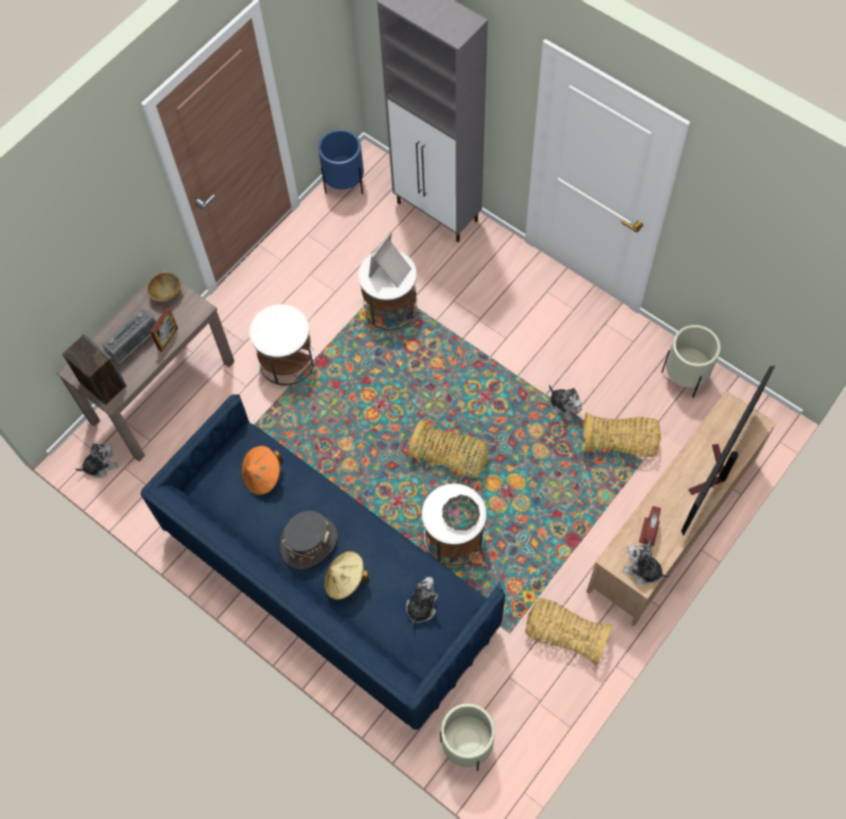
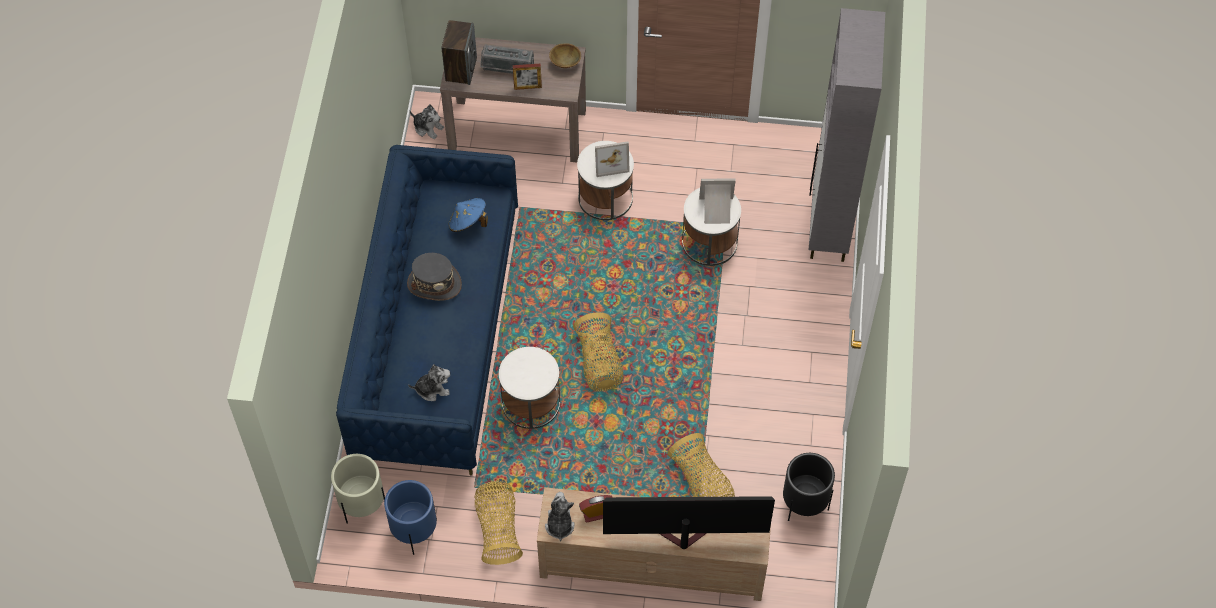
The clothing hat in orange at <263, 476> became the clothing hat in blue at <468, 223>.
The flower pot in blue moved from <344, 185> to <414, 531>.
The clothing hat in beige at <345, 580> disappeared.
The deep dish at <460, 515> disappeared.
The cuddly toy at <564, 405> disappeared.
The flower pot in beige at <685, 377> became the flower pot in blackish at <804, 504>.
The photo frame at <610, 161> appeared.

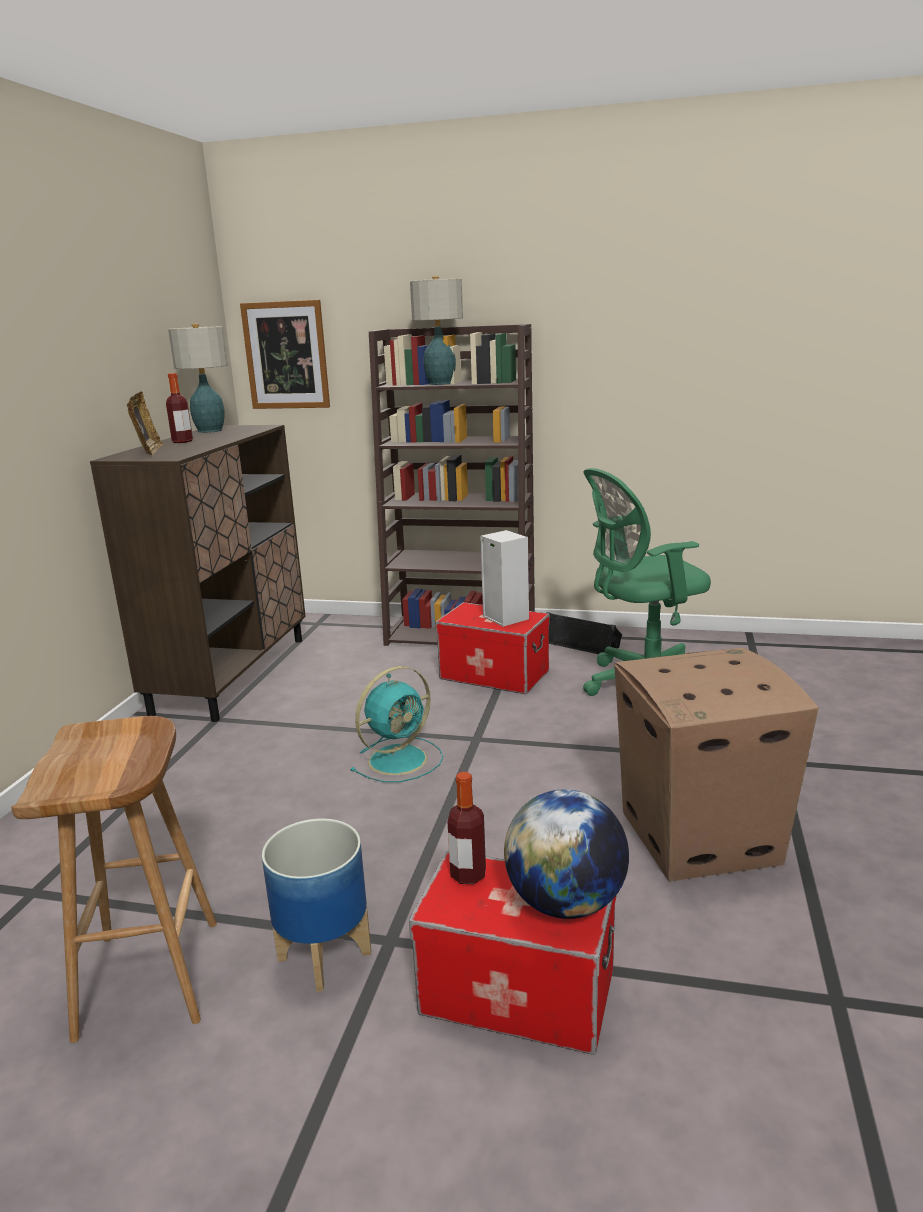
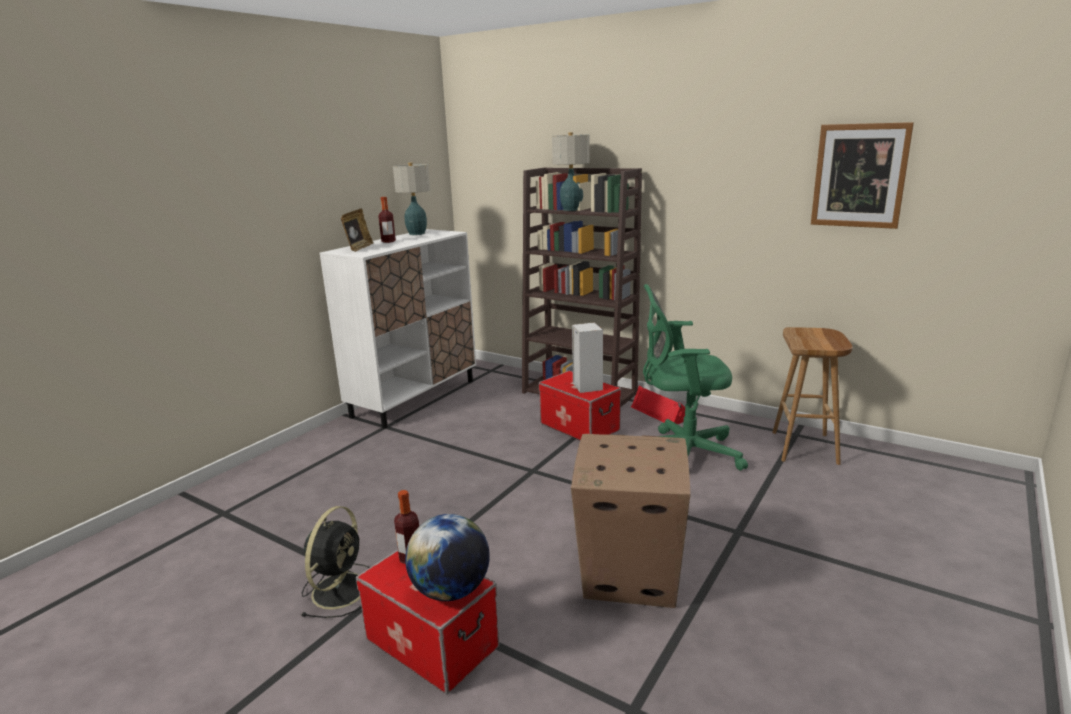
The sitting stool in brownish moved from <150, 979> to <805, 448>.
The cupboard in brownish at <232, 674> became the cupboard in white-coloured at <415, 398>.
The wall art moved from <286, 355> to <859, 176>.
The flower pot at <323, 955> was replaced by the cooling fan in blackish at <341, 589>.
The cooling fan in turquoise at <400, 759> disappeared.
The audio speaker in blackish at <581, 643> became the audio speaker in reddish at <660, 413>.

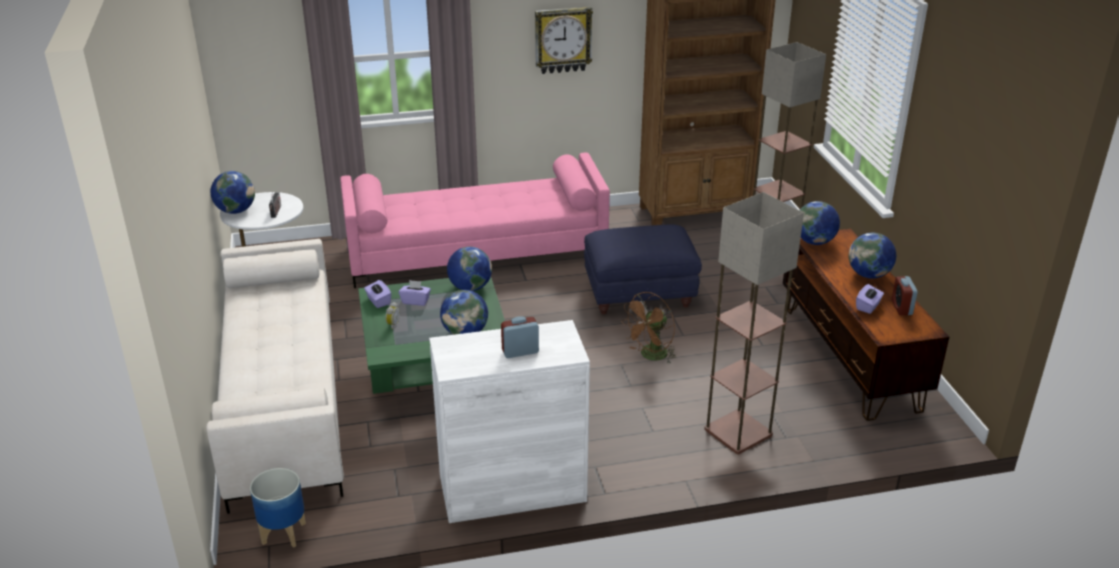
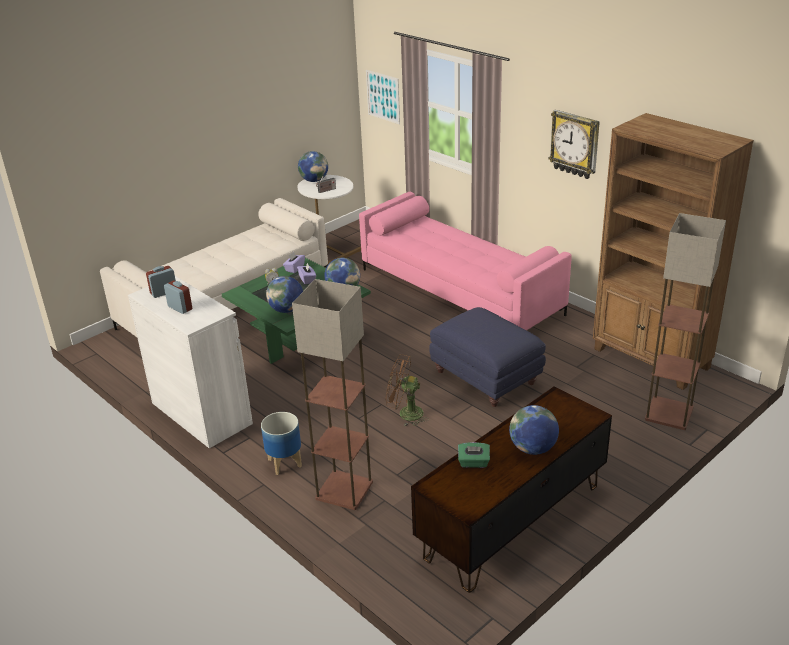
The flower pot moved from <283, 533> to <284, 462>.
The desk globe at <814, 242> disappeared.
The tissue box in purple-coloured at <868, 306> became the tissue box in greenish at <473, 463>.
The alarm clock moved from <901, 308> to <163, 292>.
The wall art at <383, 96> appeared.

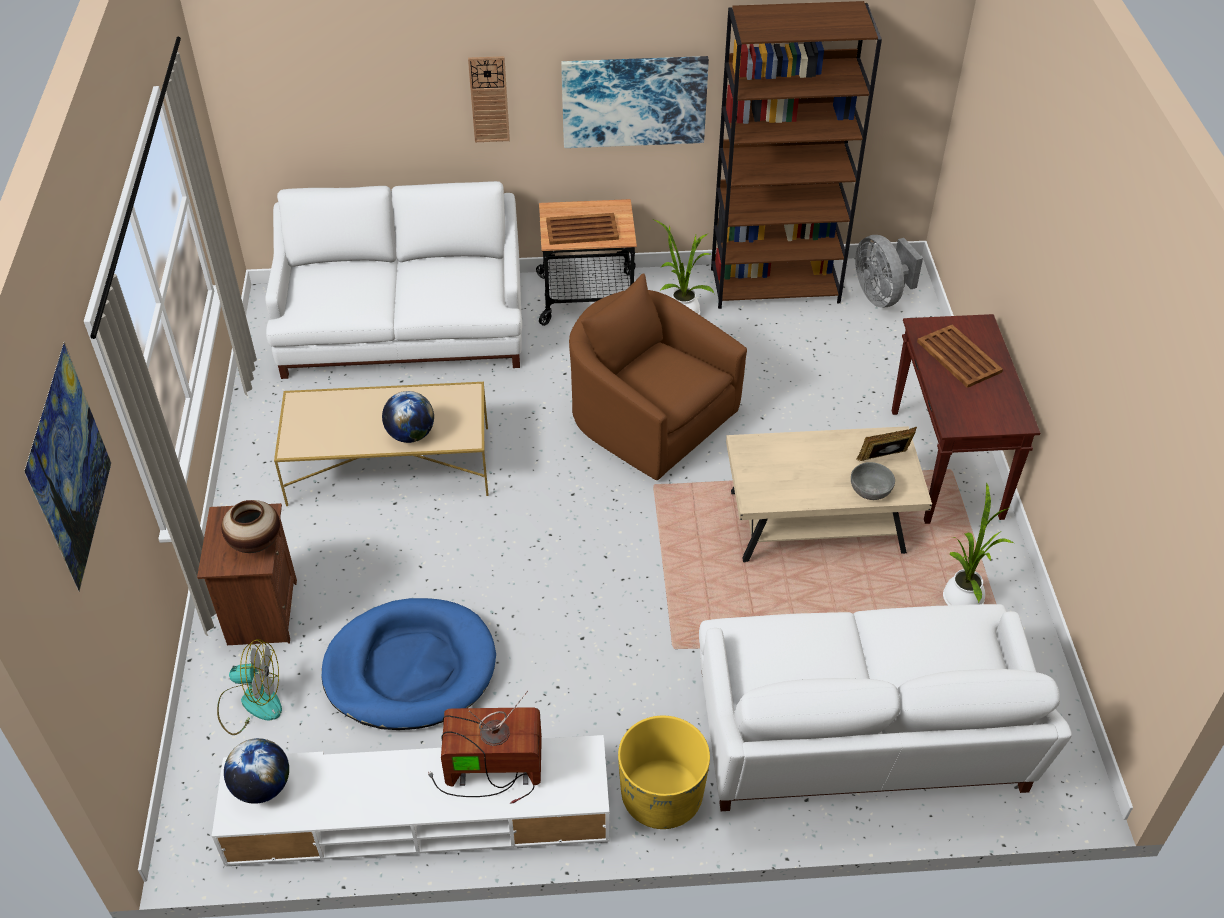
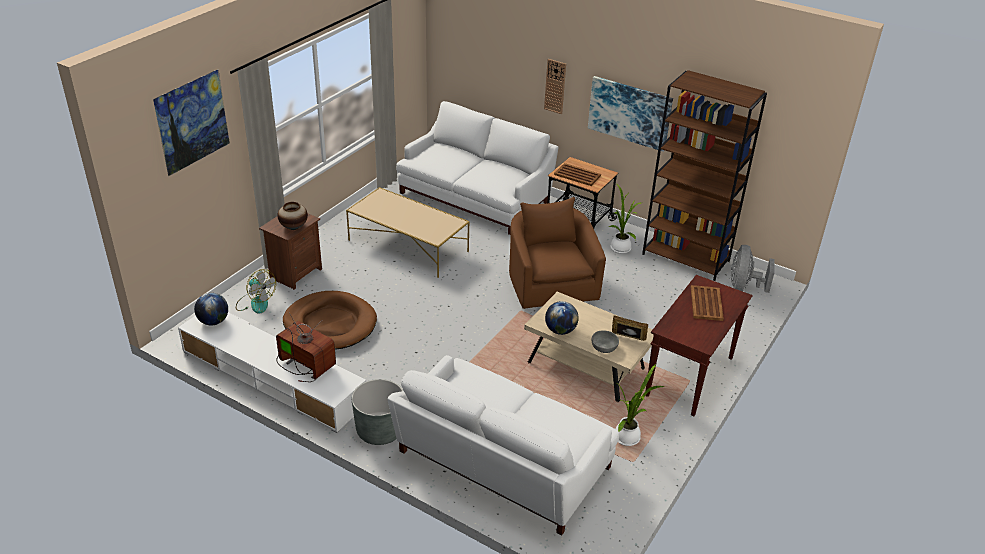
The pet bed in blue at <410, 668> became the pet bed in brownish at <330, 324>.
The desk globe moved from <410, 435> to <560, 330>.
The flower pot in yellow-coloured at <661, 797> became the flower pot in greyish at <380, 430>.

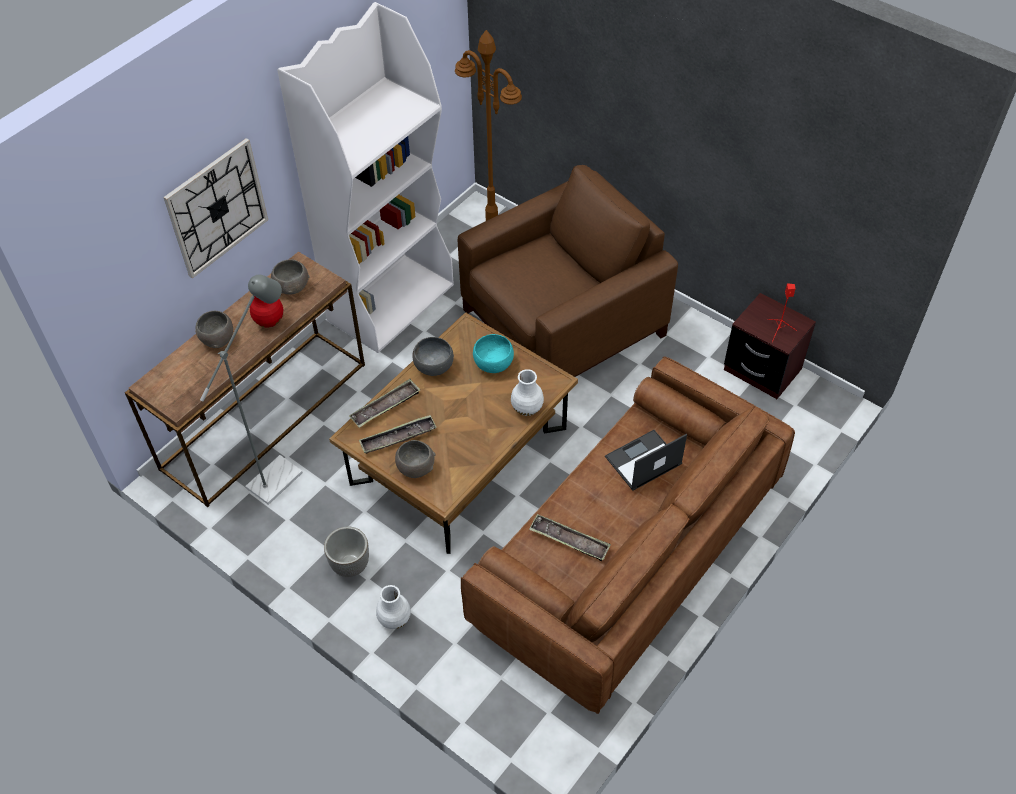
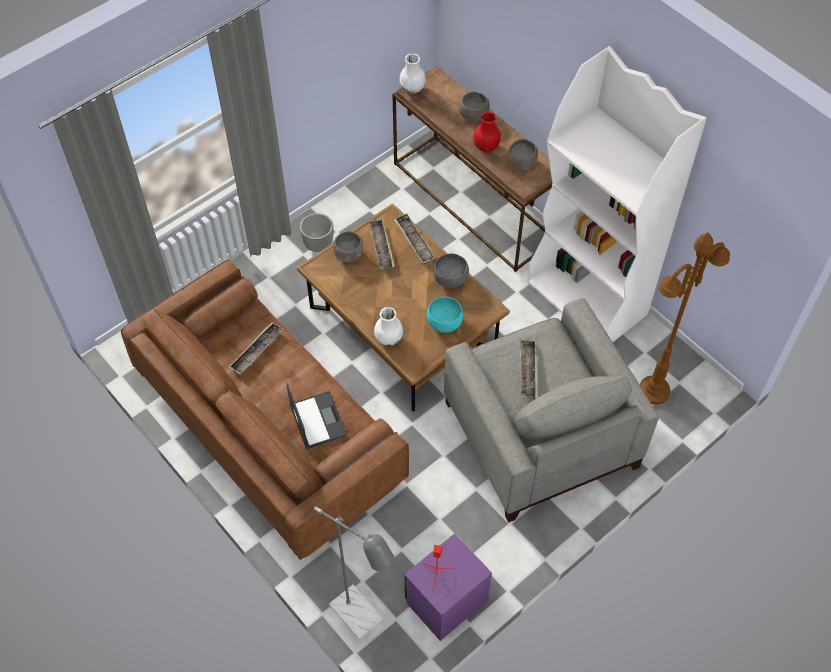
The clock on the wall at <217, 208> disappeared.
The standing lamp in greyish moved from <281, 473> to <362, 619>.
The vase in white-coloured moved from <395, 619> to <412, 89>.
The easy chair in brownish at <562, 324> became the easy chair in greyish at <538, 432>.
The nightstand in brownish at <762, 370> became the nightstand in purple-coloured at <446, 601>.
The tray at <528, 370> appeared.

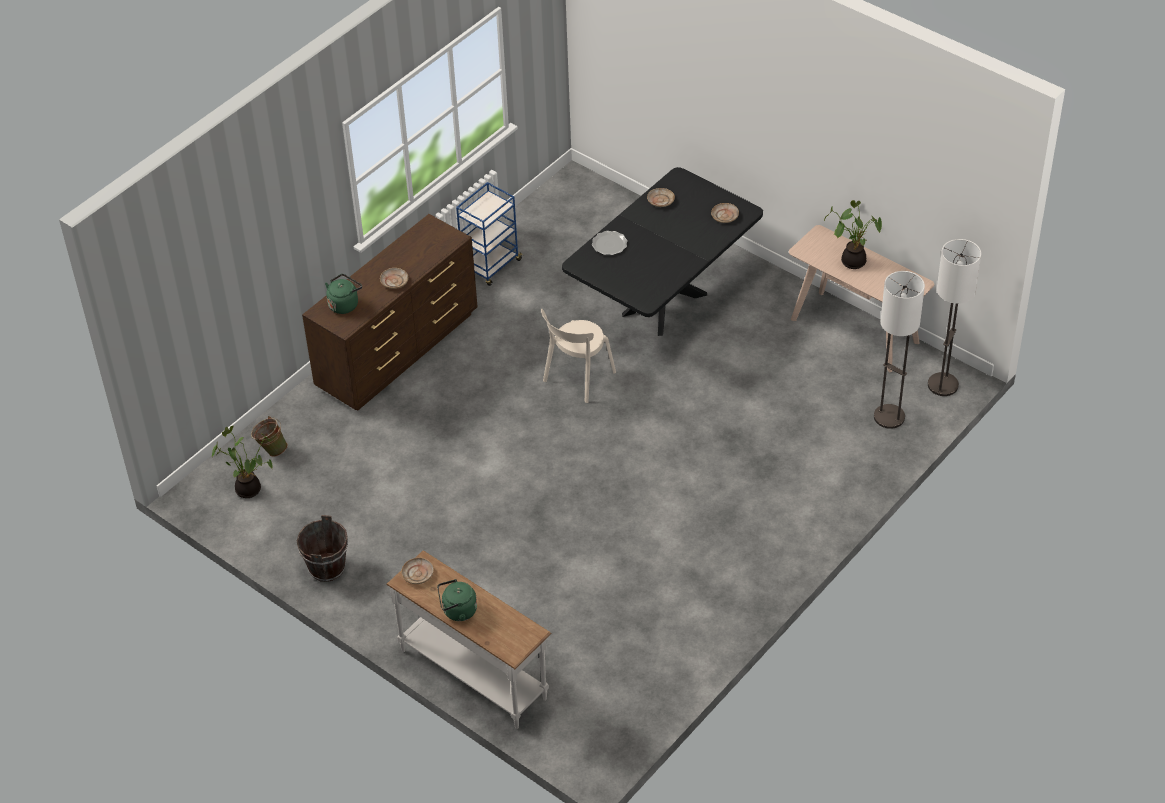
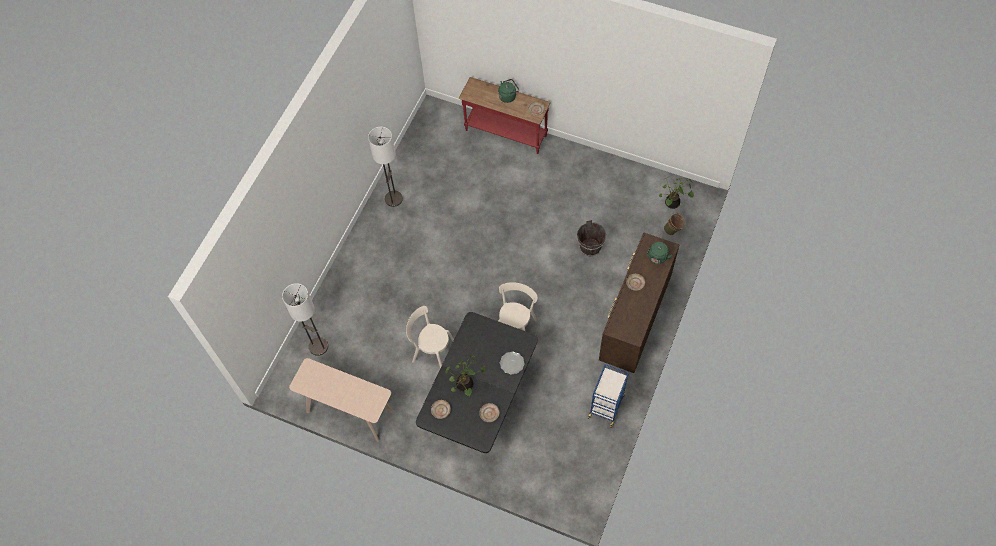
The bucket in brownish moved from <327, 568> to <590, 247>.
The narrow table in white-coloured at <474, 673> became the narrow table in reddish at <505, 134>.
The houseplant moved from <852, 260> to <465, 386>.
The standing lamp moved from <943, 385> to <393, 198>.
The chair in beige at <431, 351> appeared.

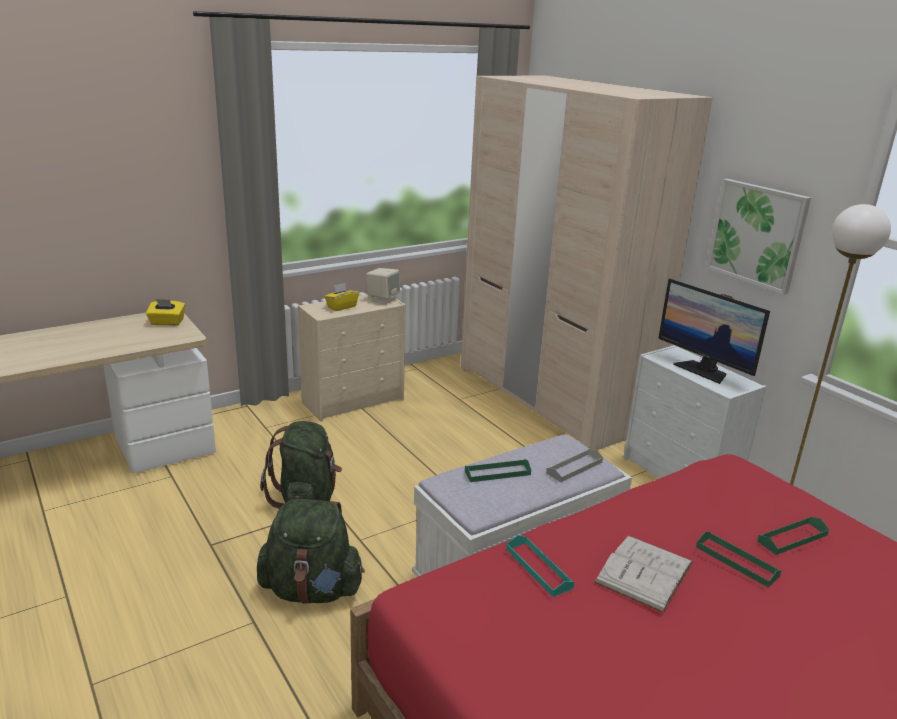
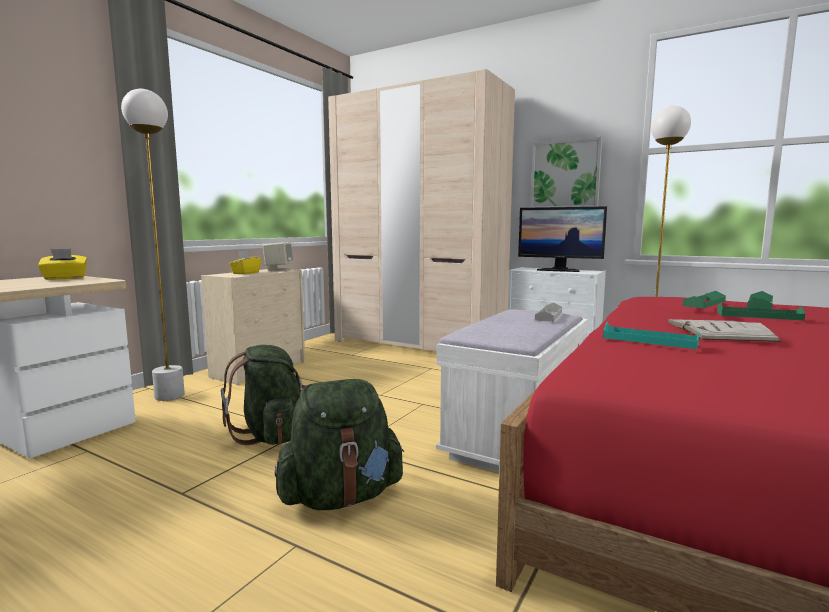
The tray in greenish moved from <497, 473> to <704, 303>.
The standing lamp in white-coloured at <170, 396> appeared.

